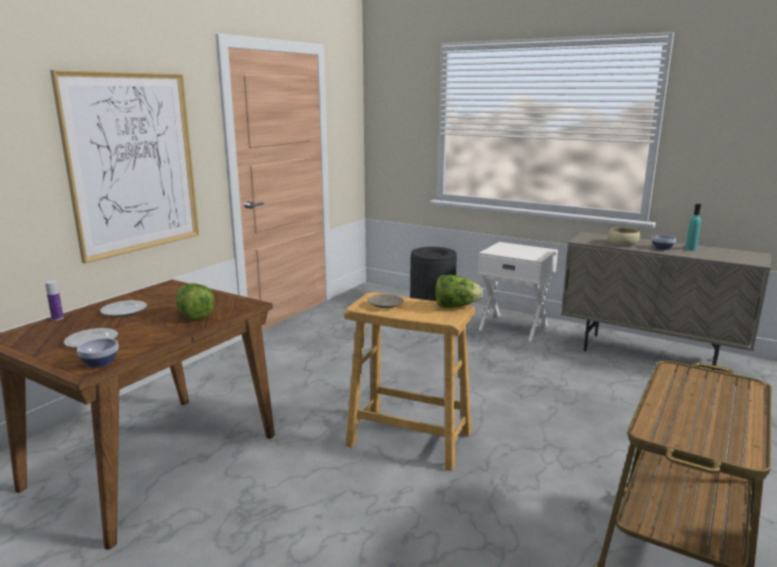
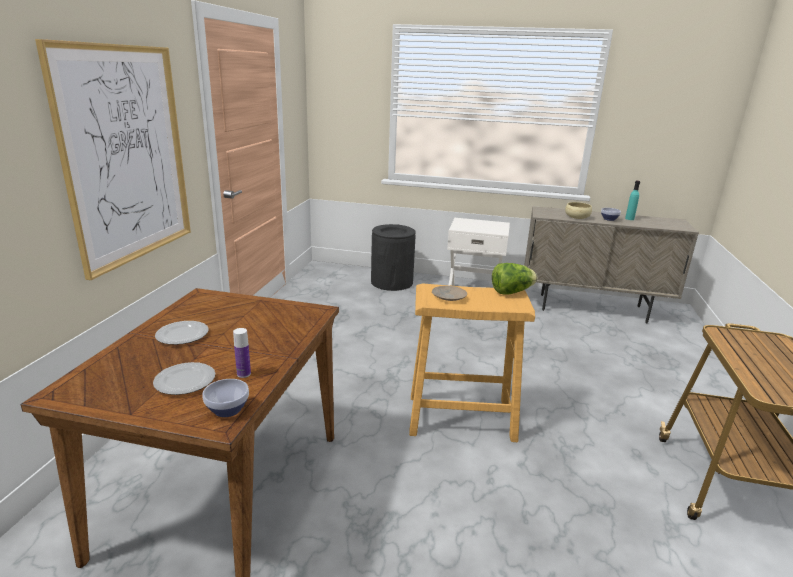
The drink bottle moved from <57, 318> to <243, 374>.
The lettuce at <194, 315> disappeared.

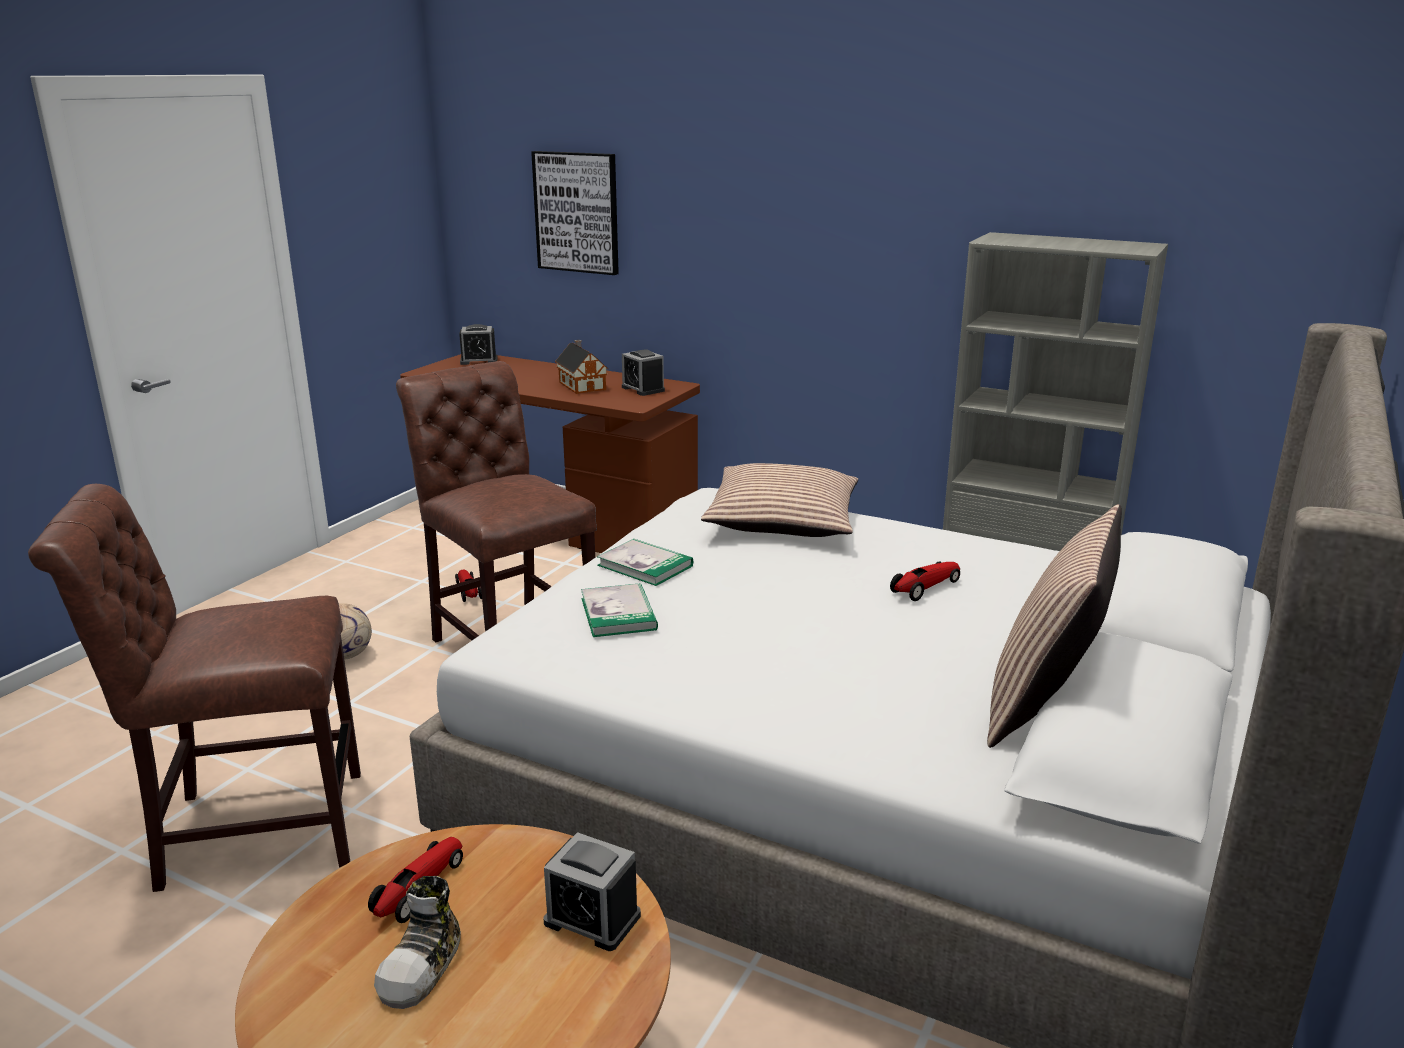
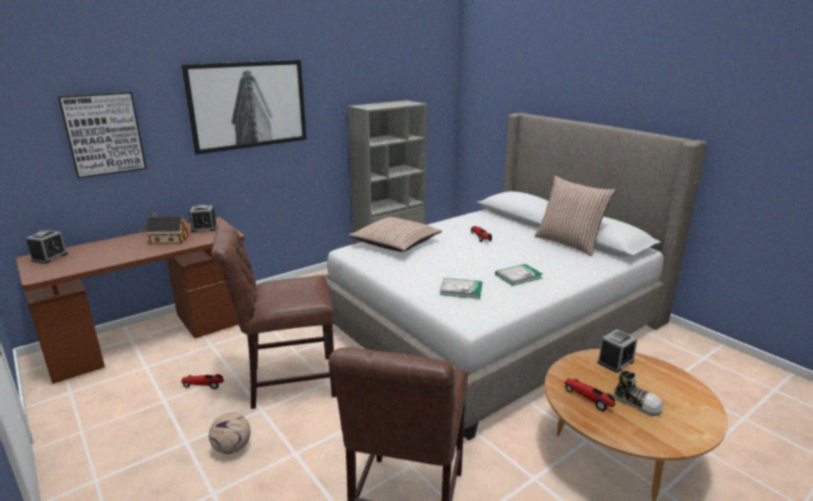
The book moved from <645, 565> to <518, 276>.
The wall art at <248, 105> appeared.

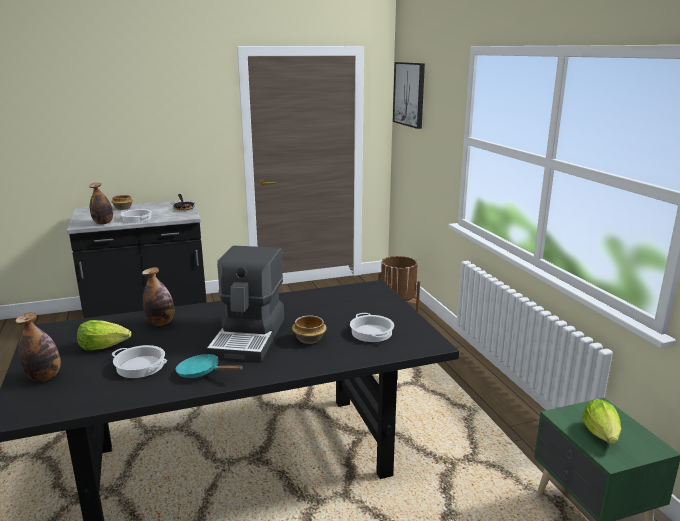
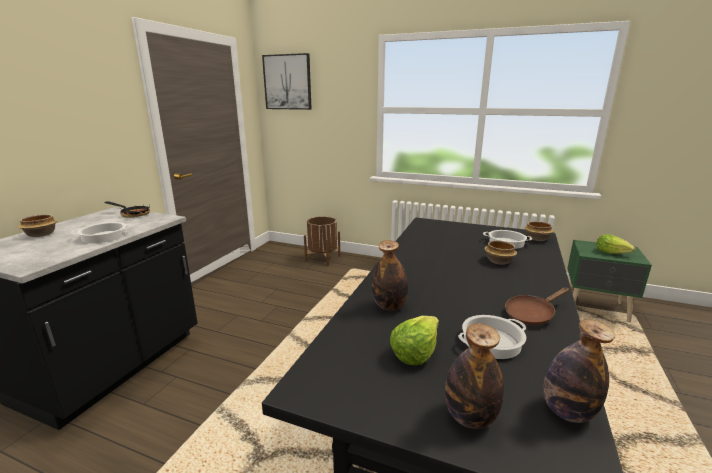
The drink bottle moved from <103, 223> to <567, 412>.
The pan in turquoise at <202, 372> became the pan in brownish at <532, 314>.
The coffee maker at <250, 336> disappeared.
The deep dish at <537, 239> appeared.

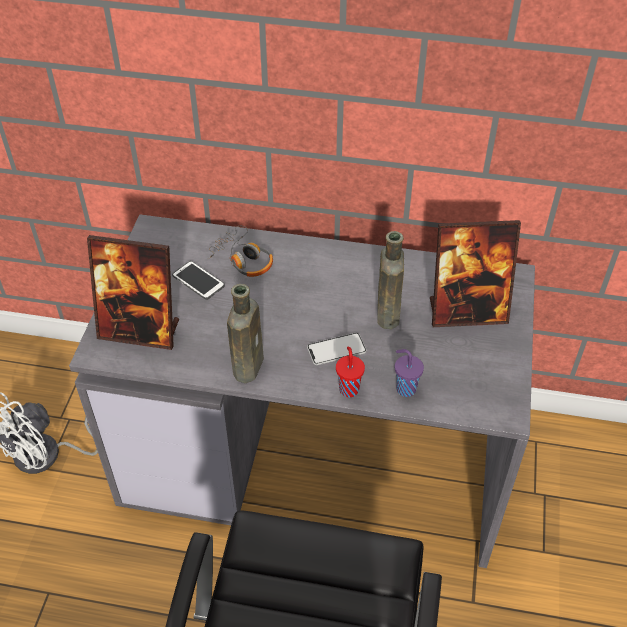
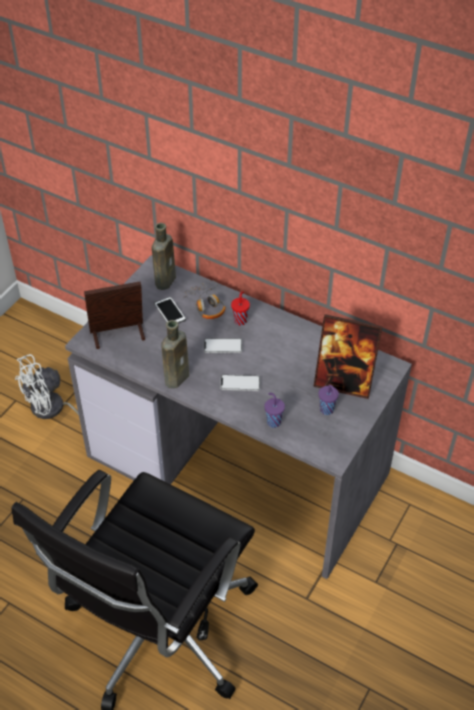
The photo frame at <140, 330> turned 135 degrees clockwise.
The cup in reddish moved from <348, 388> to <240, 320>.
The drink bottle in brownish moved from <387, 312> to <166, 279>.
The telephone at <223, 346> appeared.
The cup in purple-coloured at <327, 410> appeared.

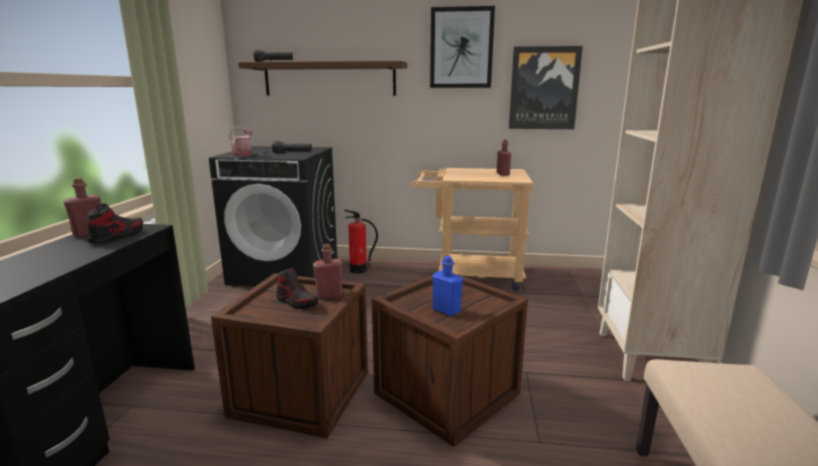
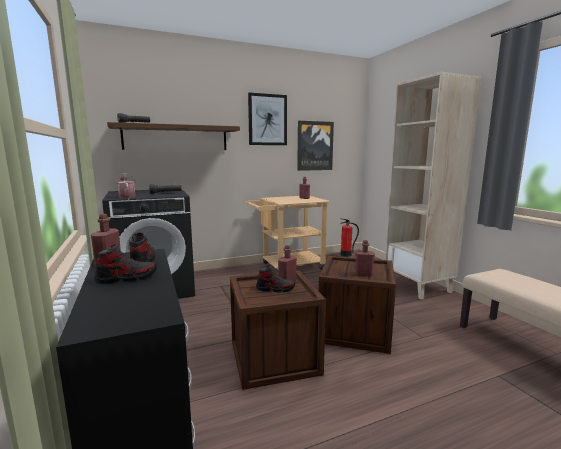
The fire-fighting cylinder moved from <358, 270> to <346, 255>.
The drink bottle in blue at <446, 310> became the drink bottle in reddish at <363, 274>.
The item of footwear at <127, 278> appeared.

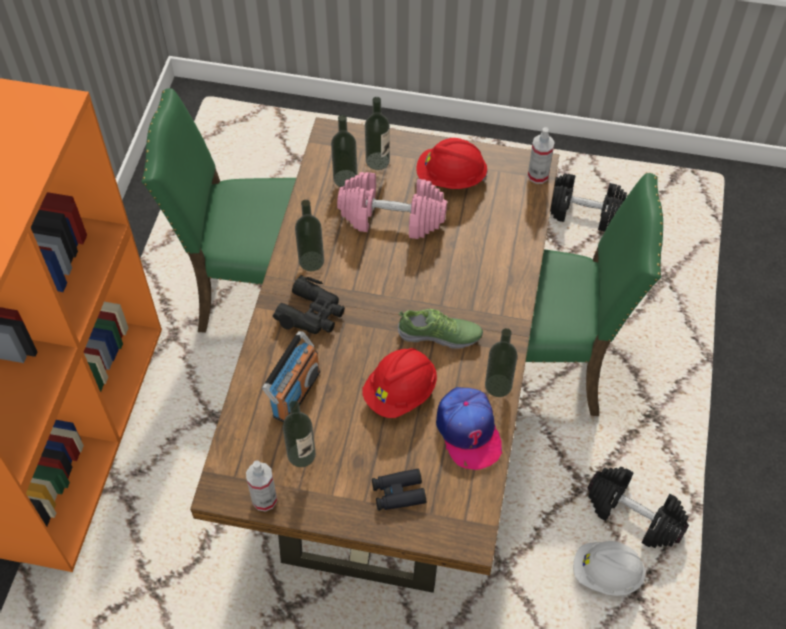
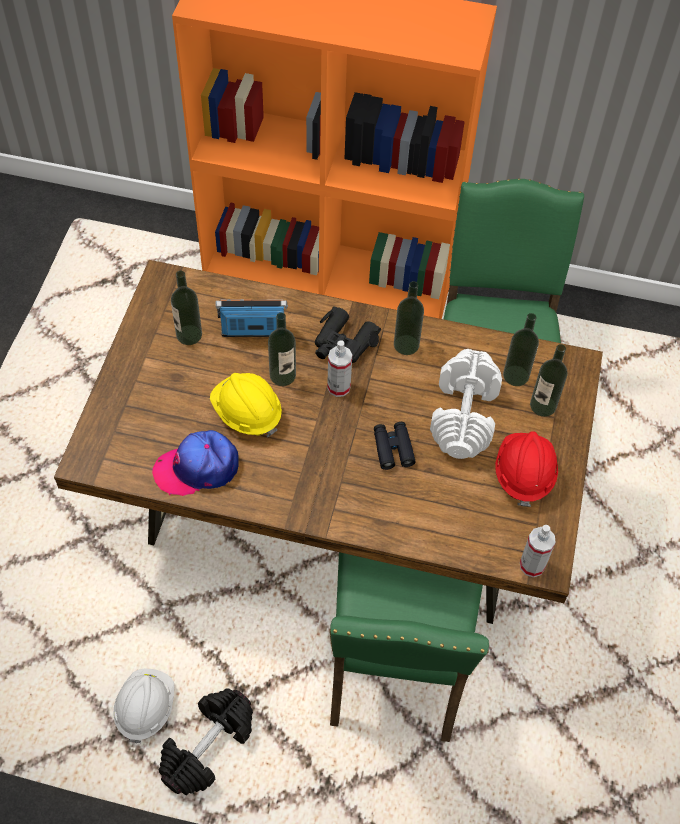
The hand sprayer moved from <264, 499> to <339, 387>.
The radio receiver at <295, 393> turned 150 degrees clockwise.
The dumbbell in pink at <391, 218> became the dumbbell in white-coloured at <463, 415>.
The safety helmet in reddish at <400, 392> became the safety helmet in yellow-coloured at <247, 413>.
The binoculars in blackish moved from <398, 493> to <393, 448>.
The item of footwear at <440, 335> disappeared.
The drink bottle moved from <498, 385> to <282, 375>.
The dumbbell in blackish at <584, 212> disappeared.

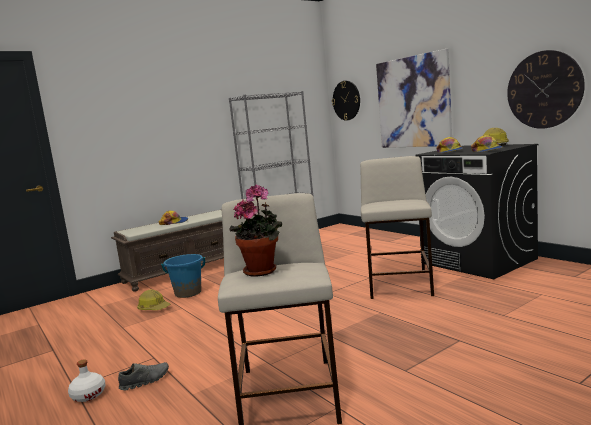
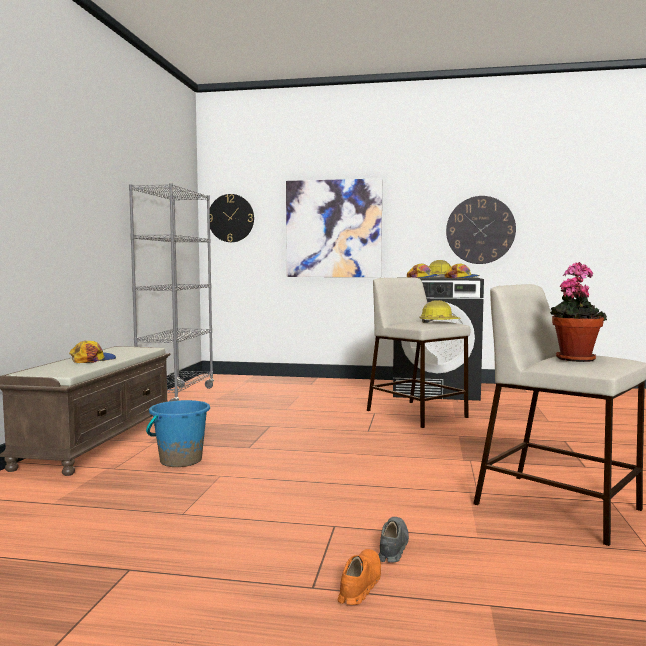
The drink bottle in white-coloured at <88, 395> was replaced by the item of footwear in orange at <360, 585>.
The safety helmet moved from <154, 308> to <438, 322>.

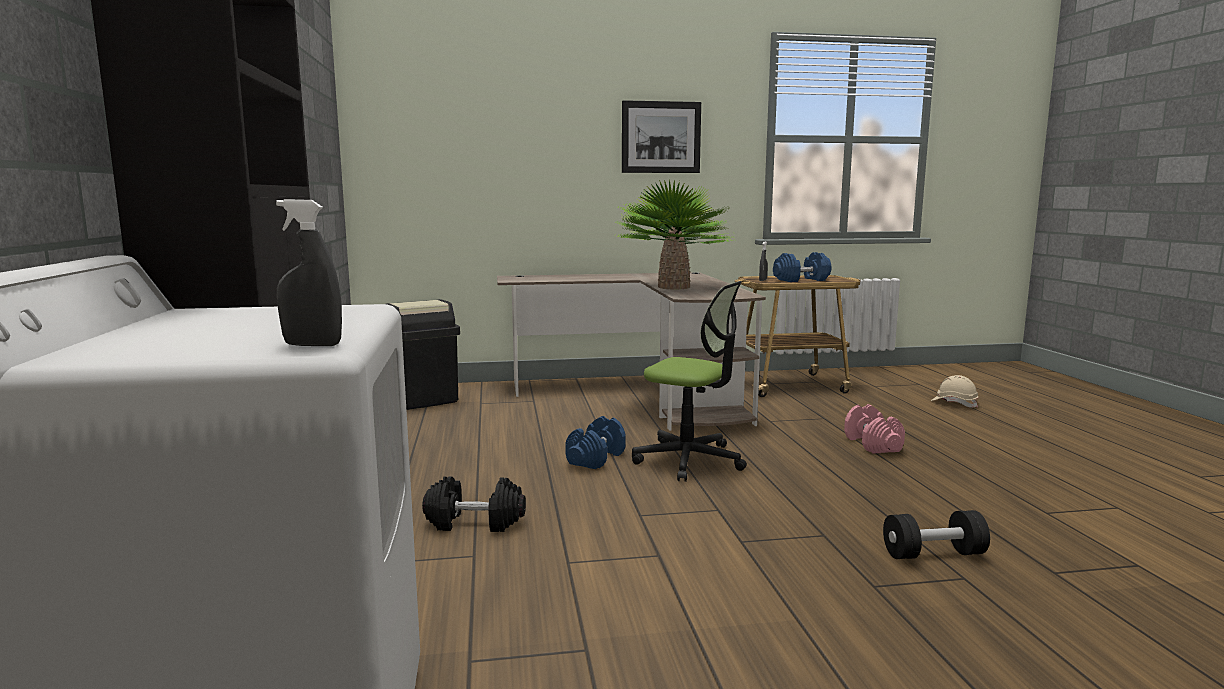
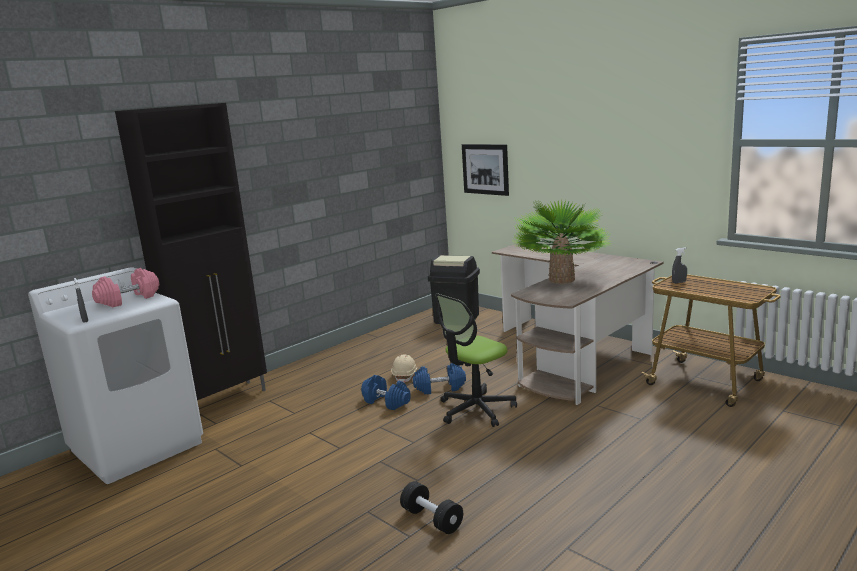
The dumbbell in blackish at <475, 522> disappeared.
The wall art moved from <661, 137> to <485, 169>.
The office chair at <689, 460> turned 60 degrees clockwise.
The dumbbell in blue moved from <801, 280> to <387, 402>.
The dumbbell in pink moved from <871, 444> to <128, 299>.
The safety helmet in beige moved from <954, 403> to <405, 376>.

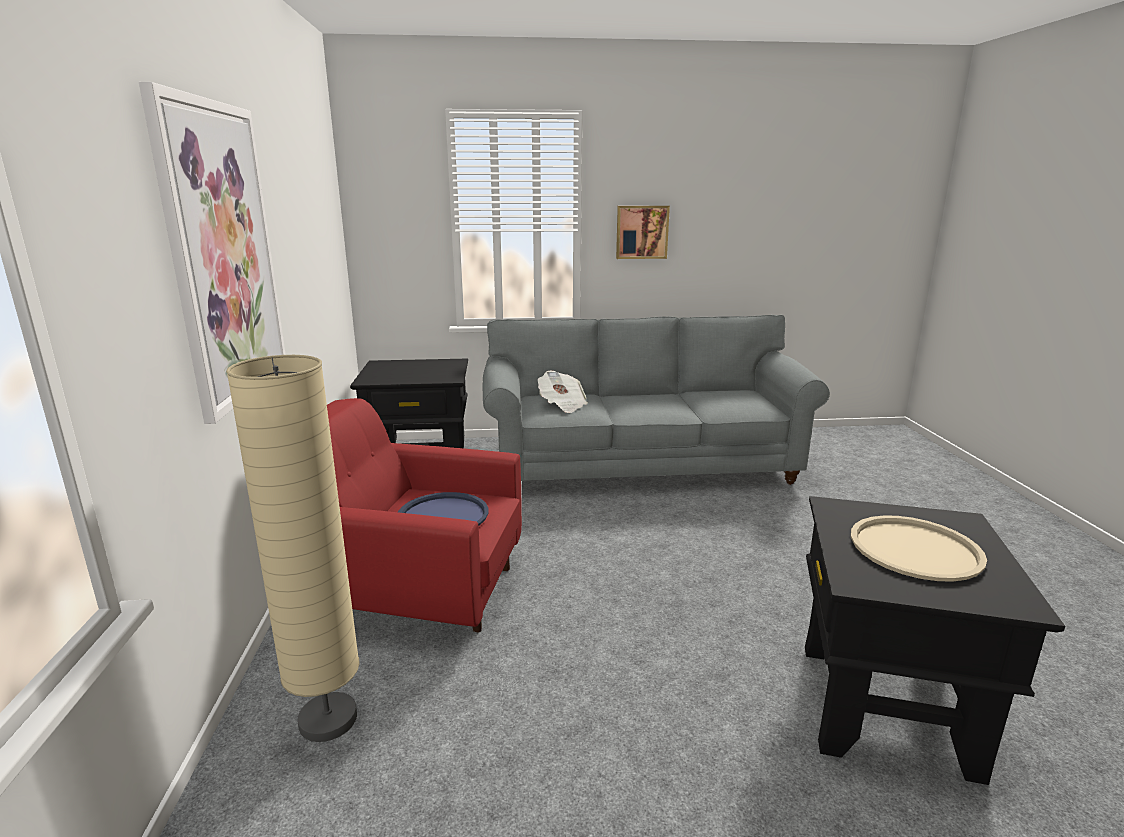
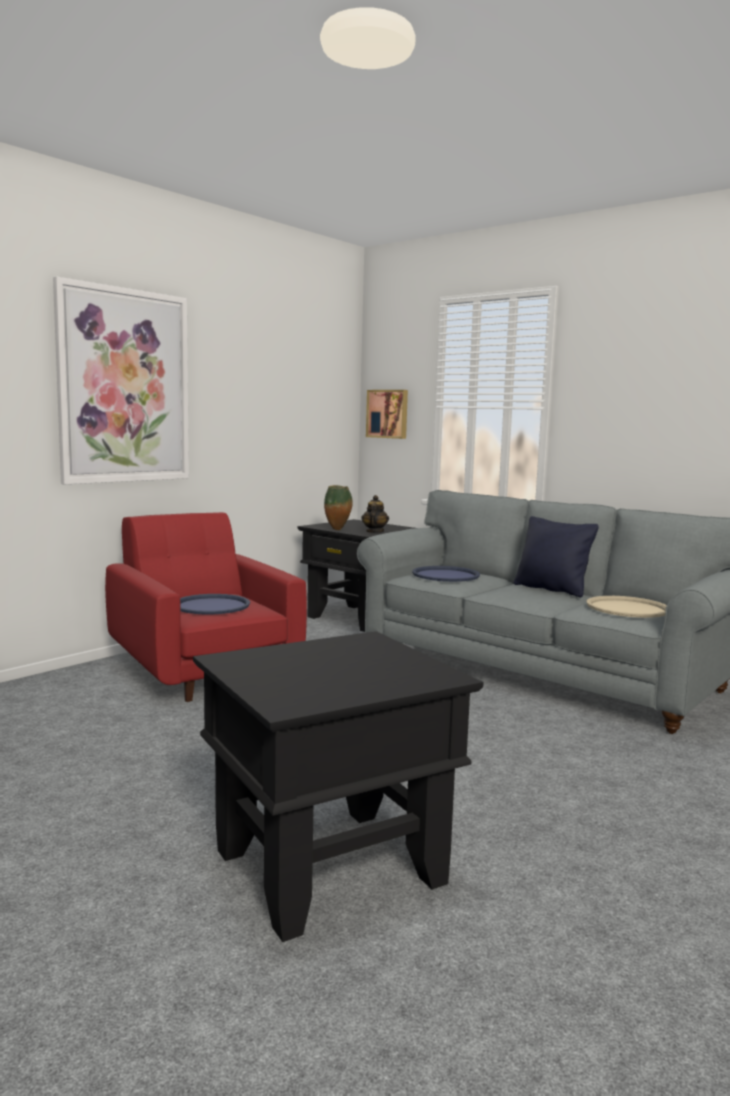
The standing lamp in beige at <328, 720> disappeared.
The printed paper at <562, 405> was replaced by the tray in blue at <445, 575>.
The wall art moved from <641, 232> to <388, 414>.
The tray in beige moved from <914, 549> to <627, 608>.
The vase at <338, 530> appeared.
The tea pot at <374, 532> appeared.
The pillow in blackish at <552, 589> appeared.

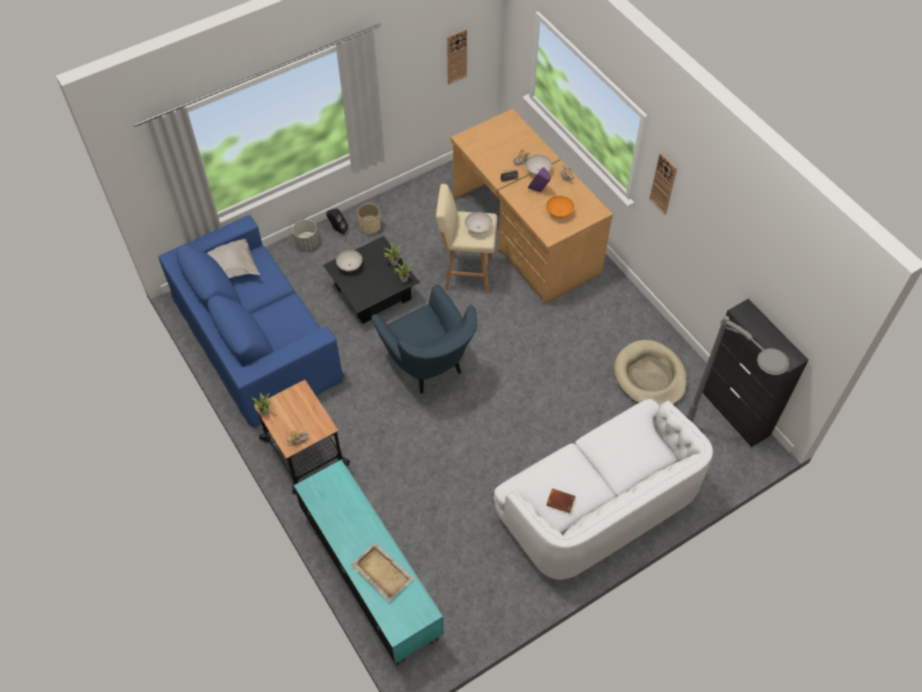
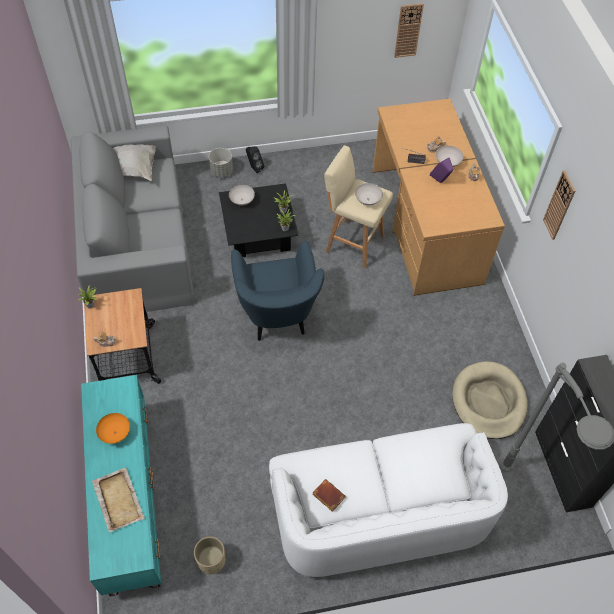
The couch in blue at <256, 338> became the couch in greyish at <136, 240>.
The flower pot in beige moved from <370, 227> to <211, 560>.
The deep dish in orange moved from <559, 212> to <115, 432>.

